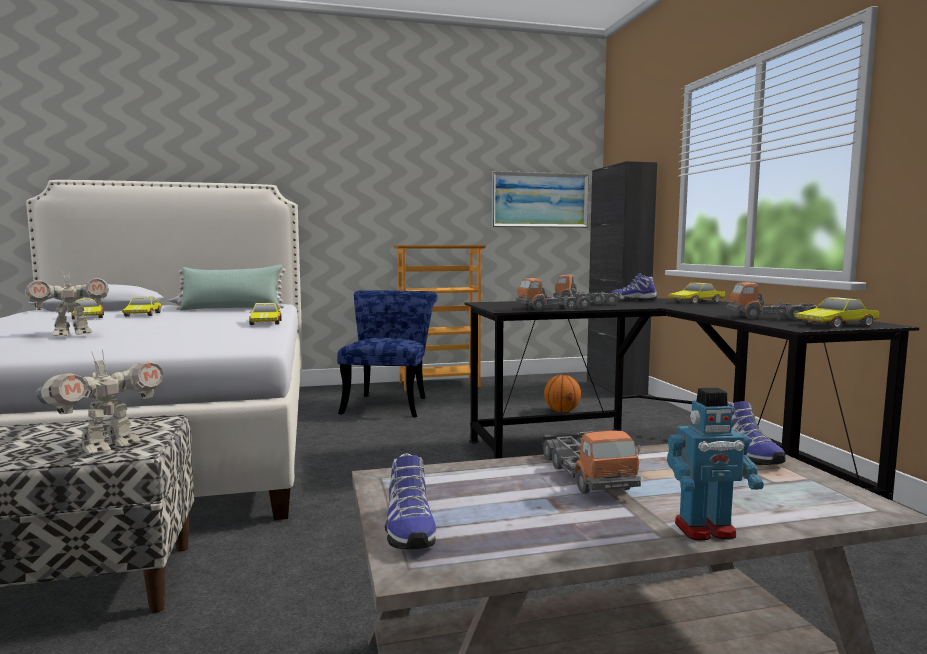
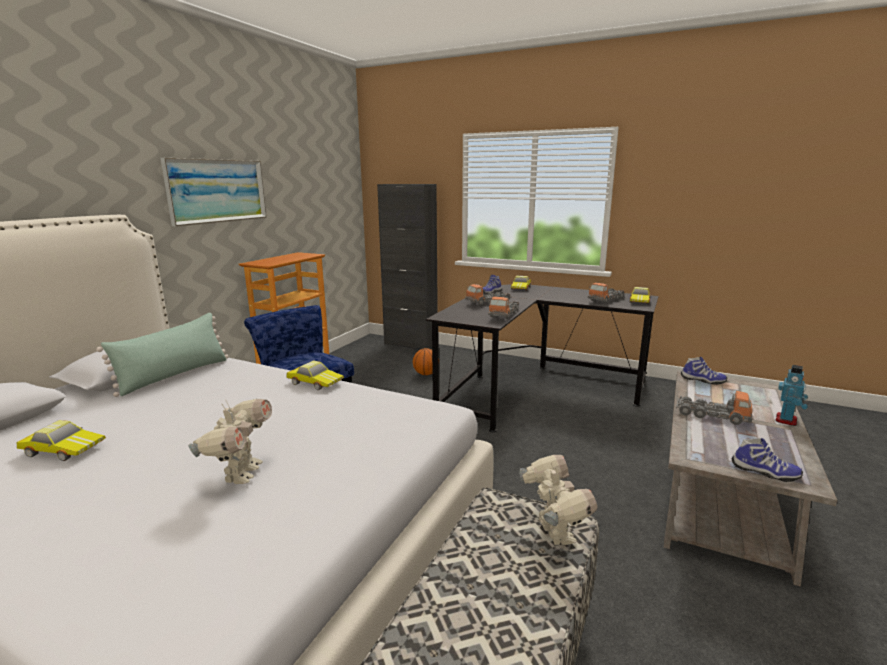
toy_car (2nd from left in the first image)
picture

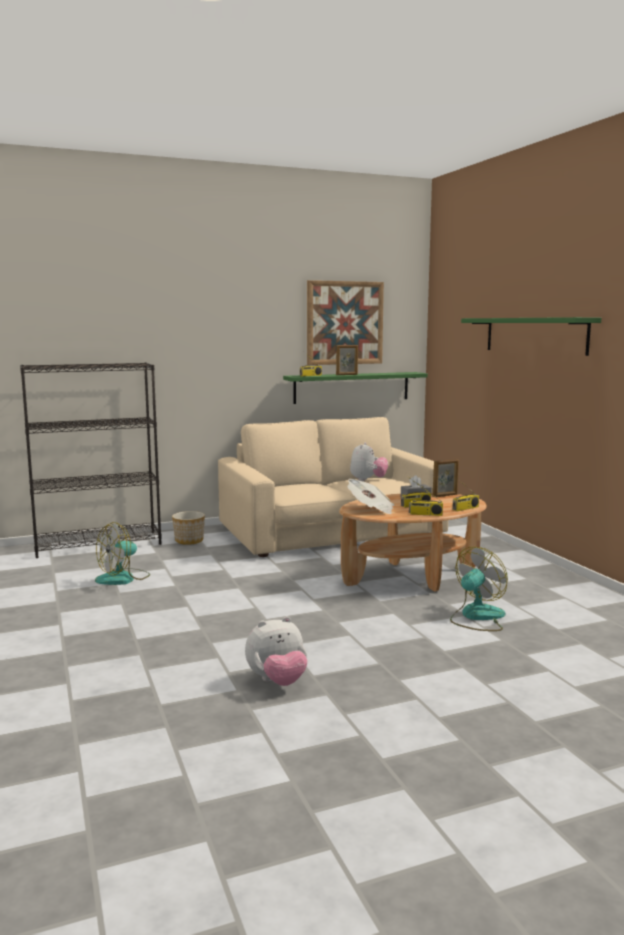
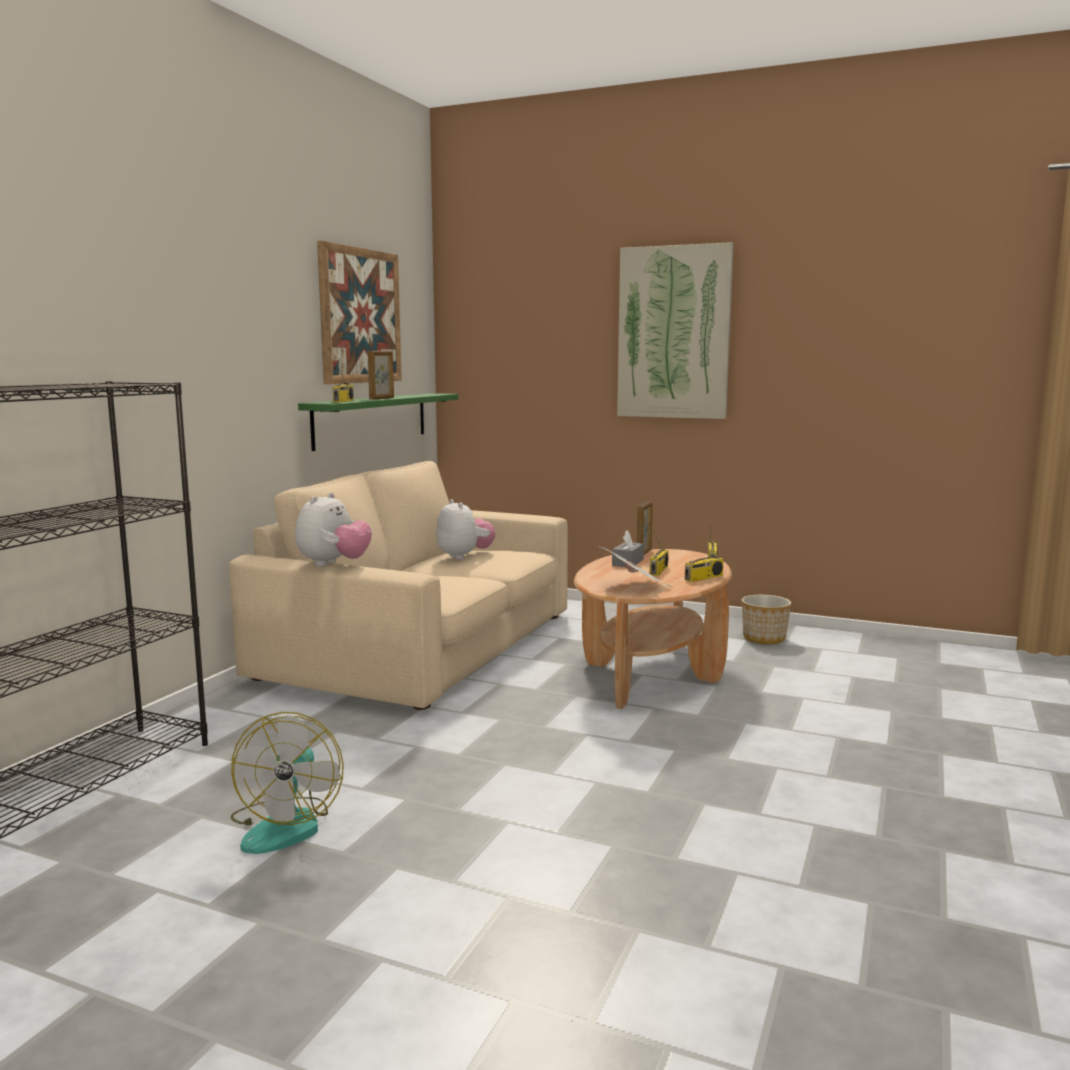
fan (2nd from left in the first image)
planter
plush_toy (1st from left)
picture (2nd from left)

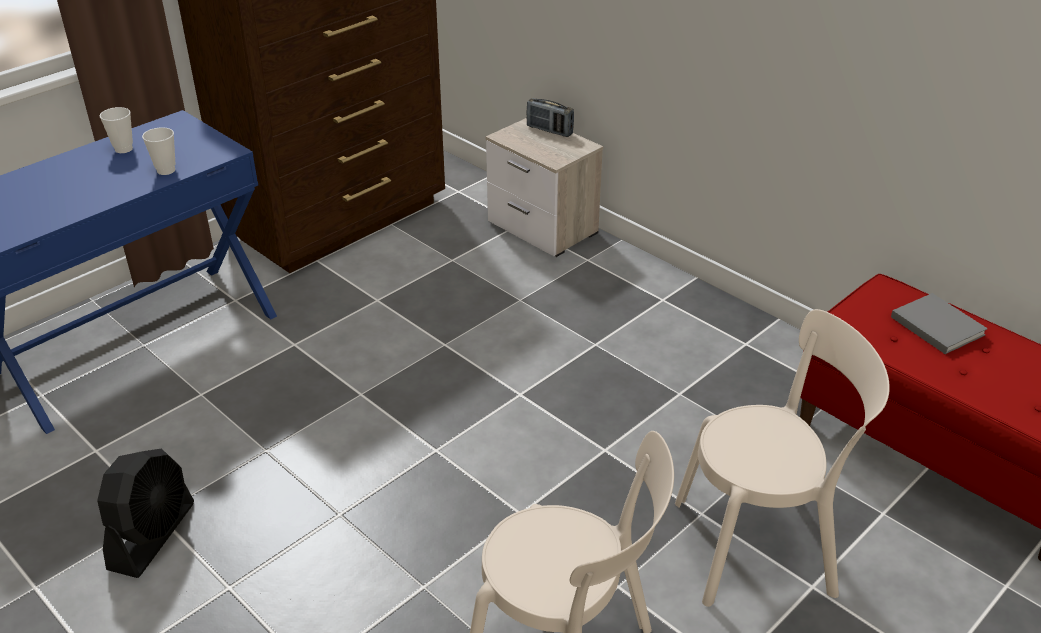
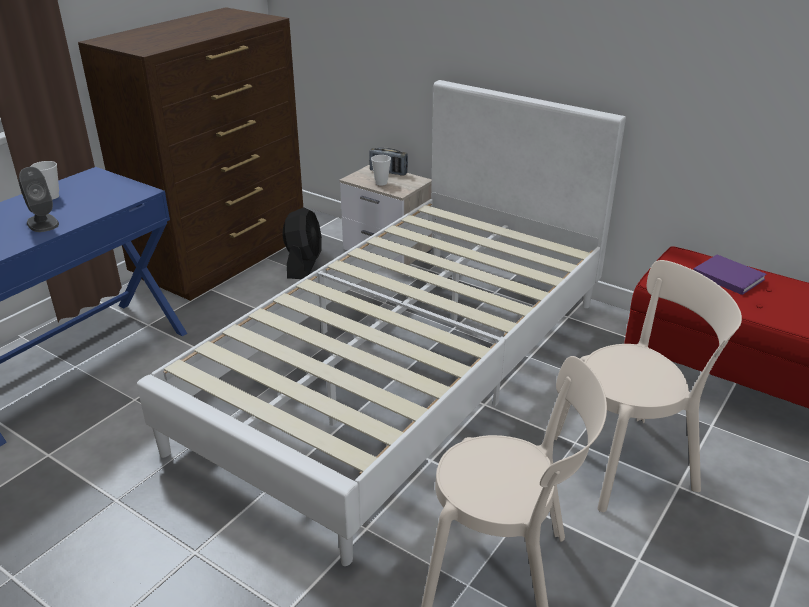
grey_speaker
white_bed
black_fan
cup (2nd from left)
purple_book

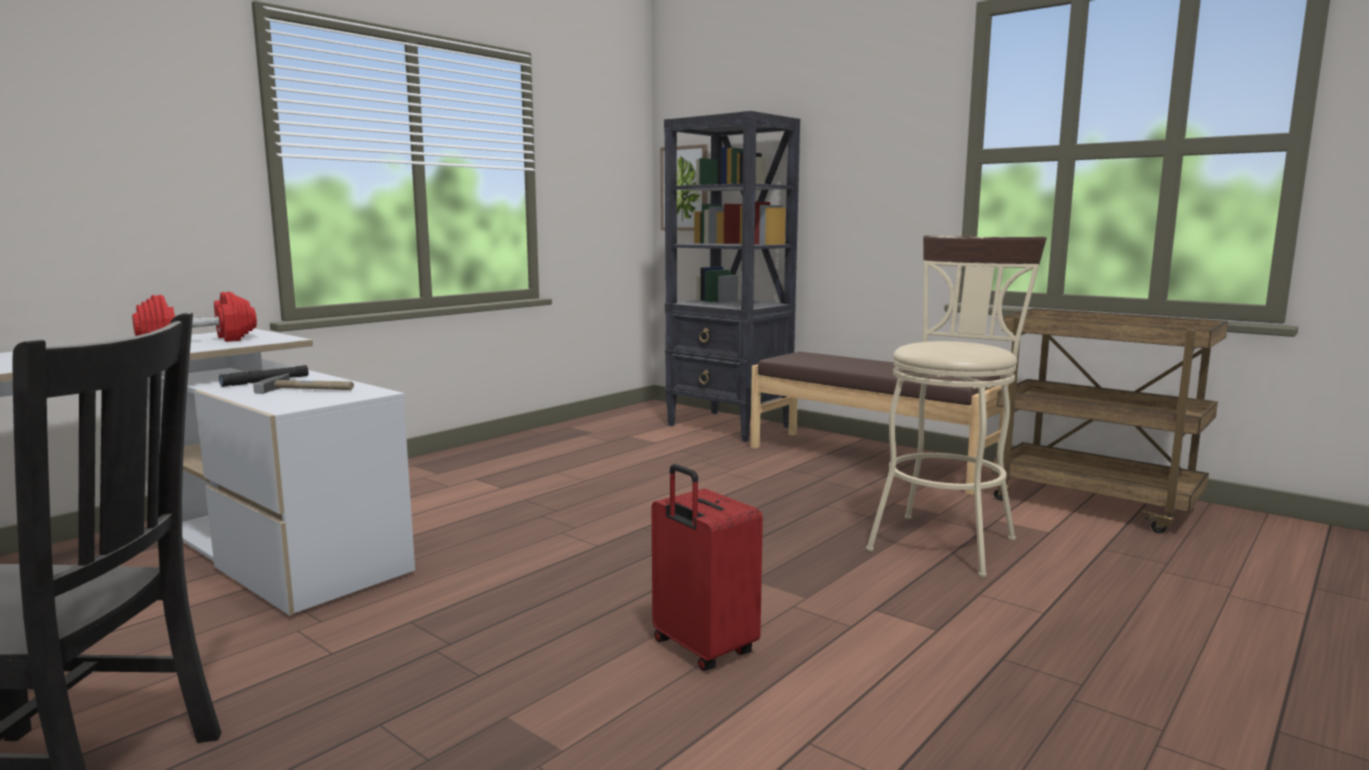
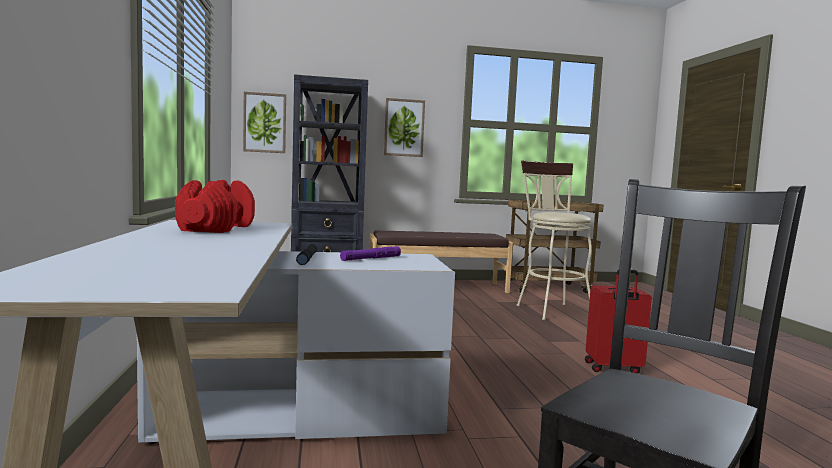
picture (2nd from left)
purple_flashlight

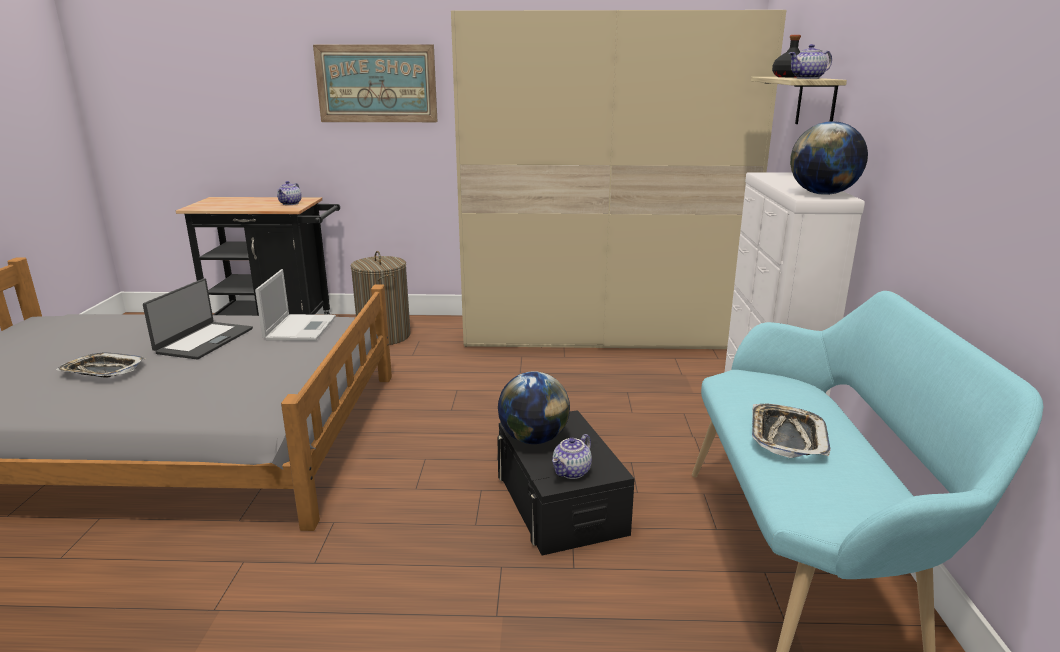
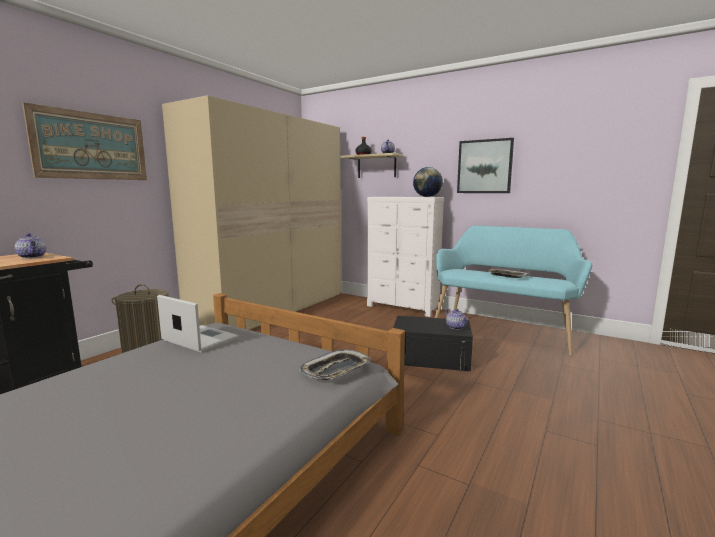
laptop (1st from left in the first image)
globe (1st from left in the first image)
picture (2nd from left)
tray (1st from left)

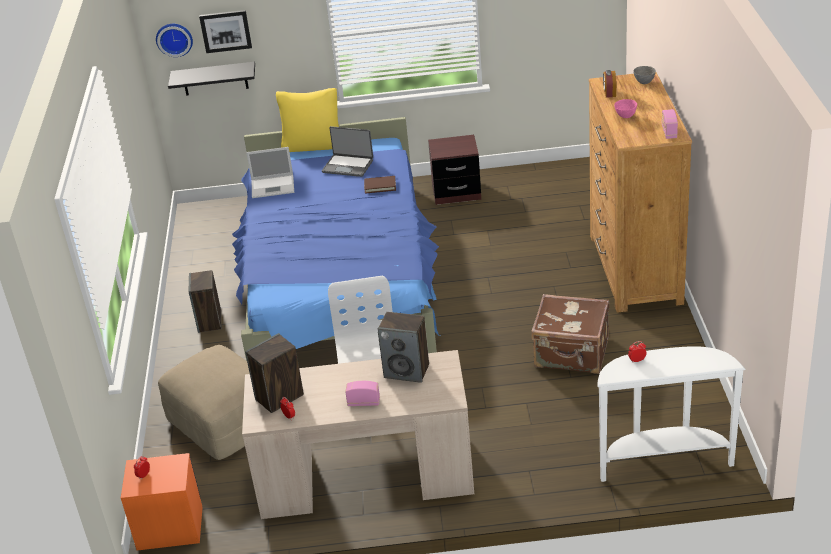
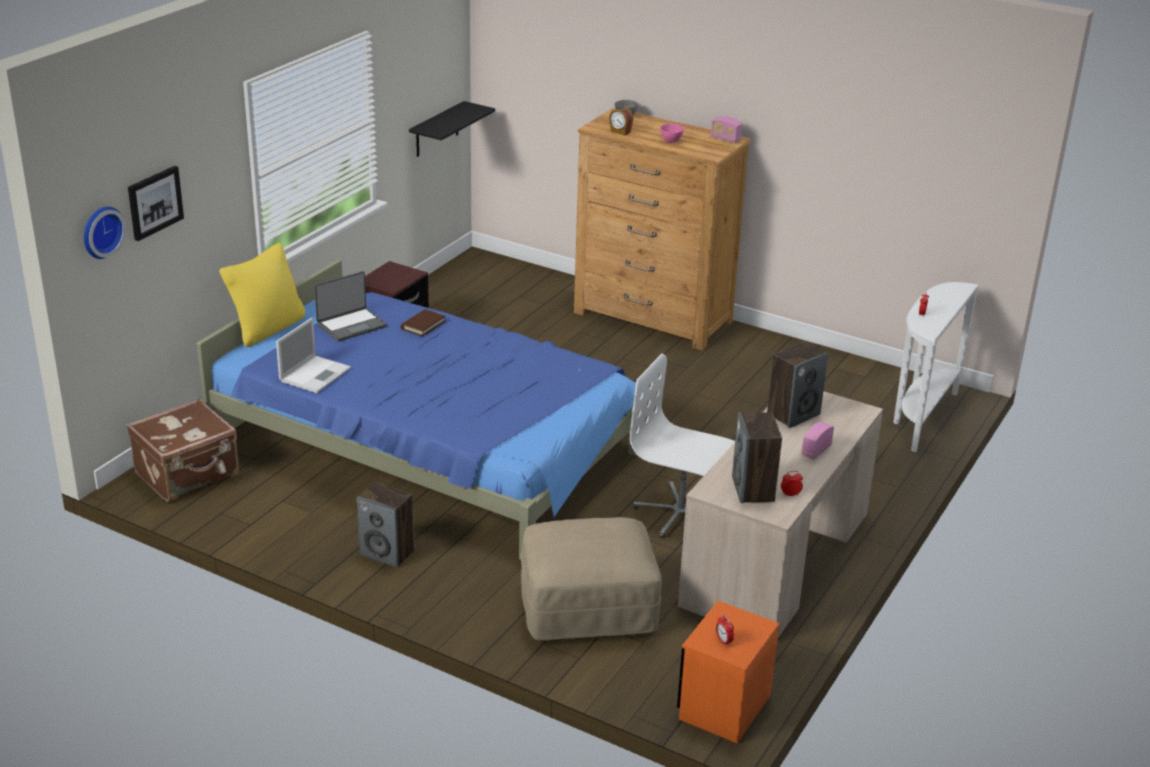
black_shelf
brown_suitcase

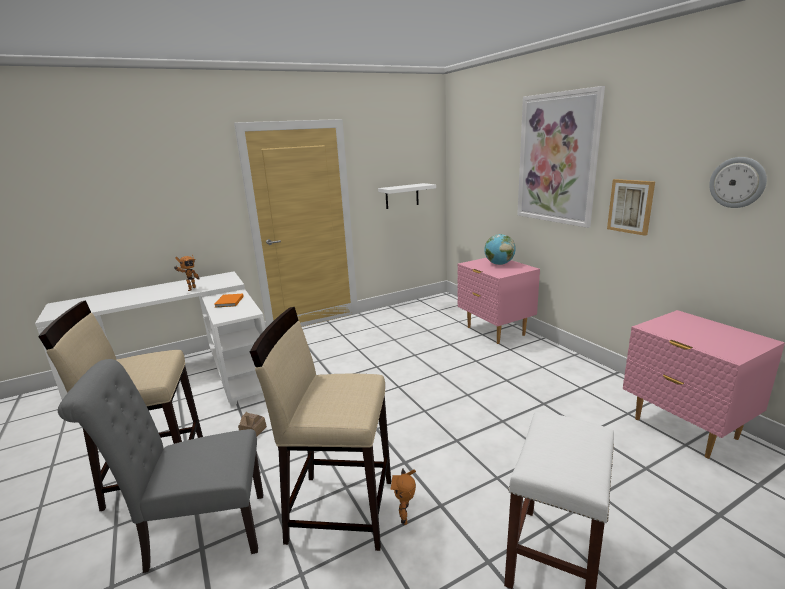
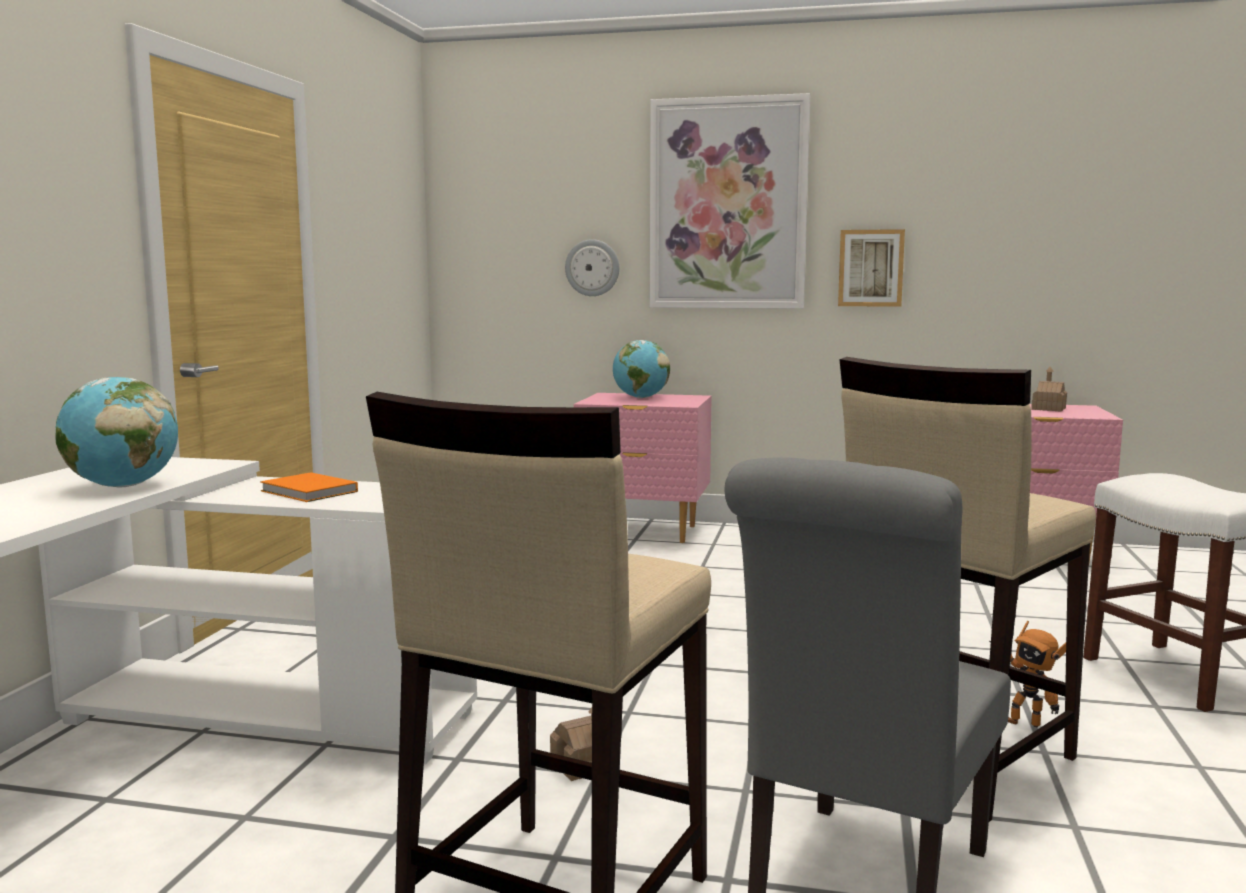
white_shelf
toy_house (2nd from left)
wall_clock
globe (1st from left)

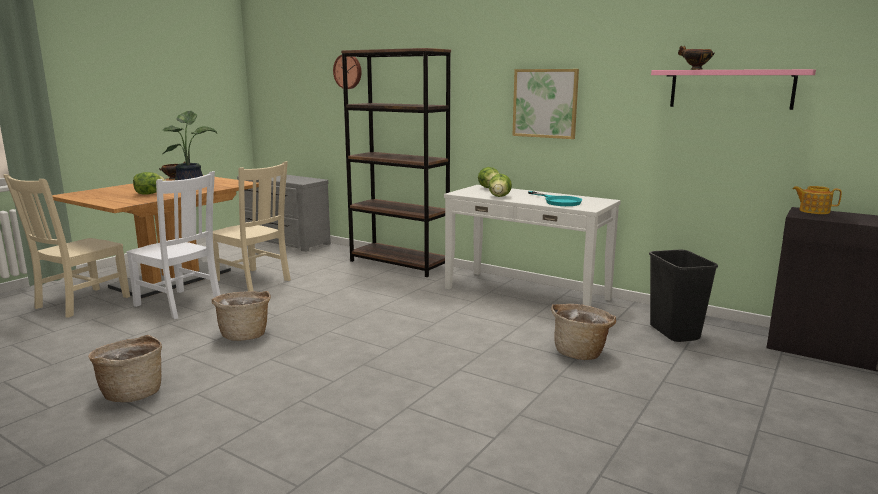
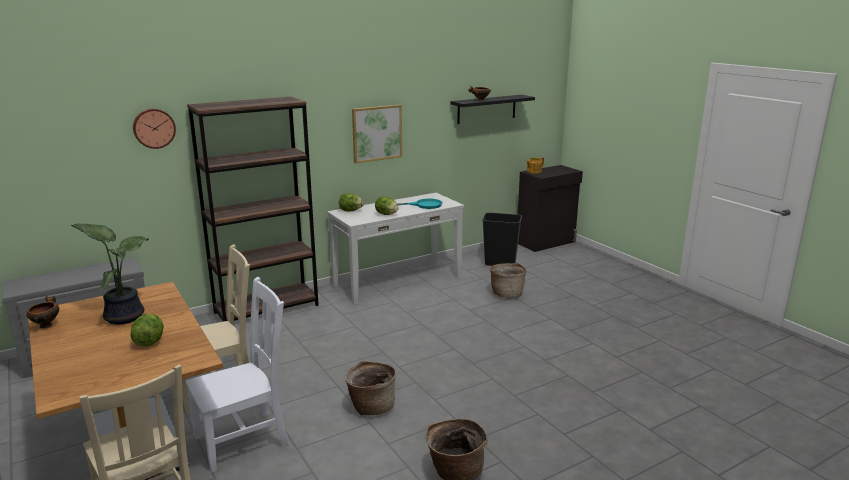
black_shelf

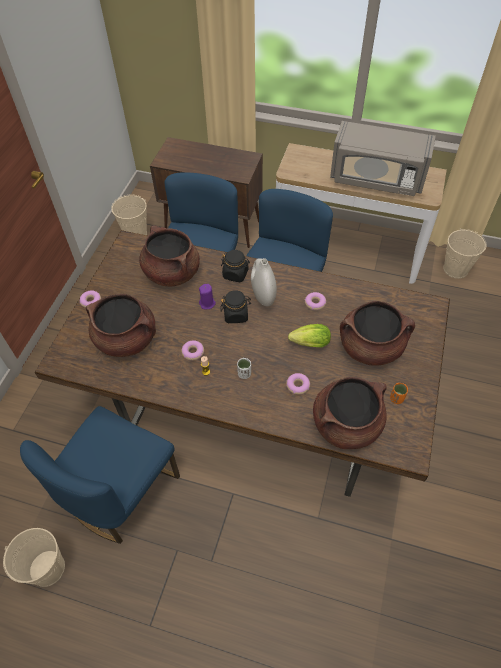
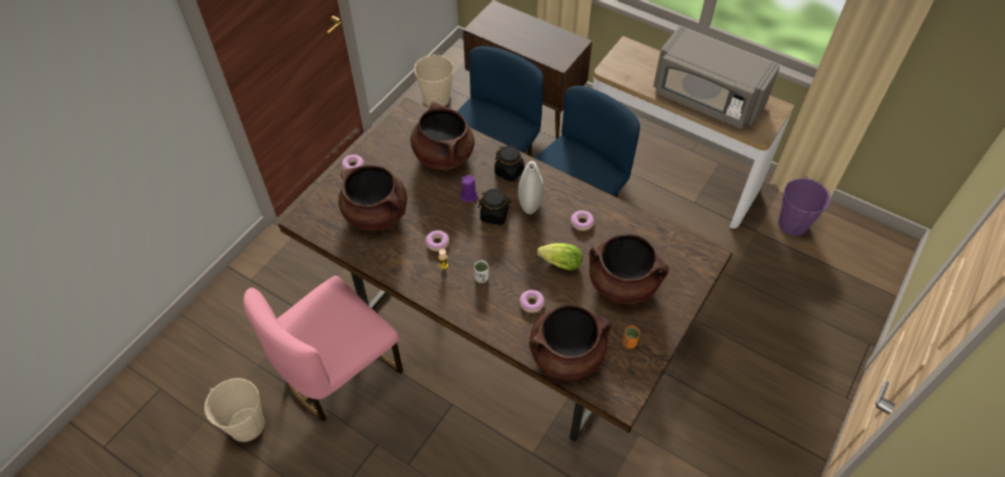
pink_chair
purple_bucket

